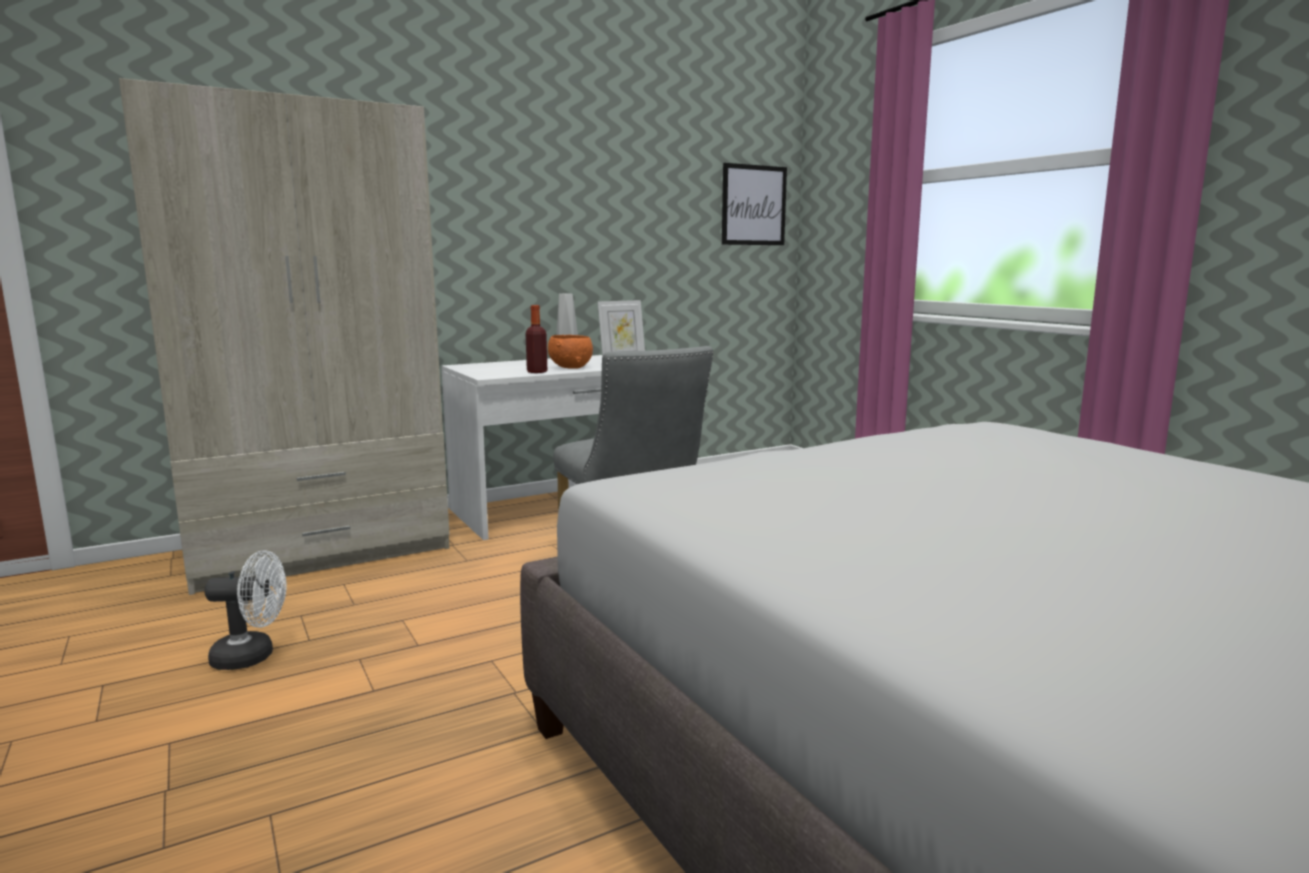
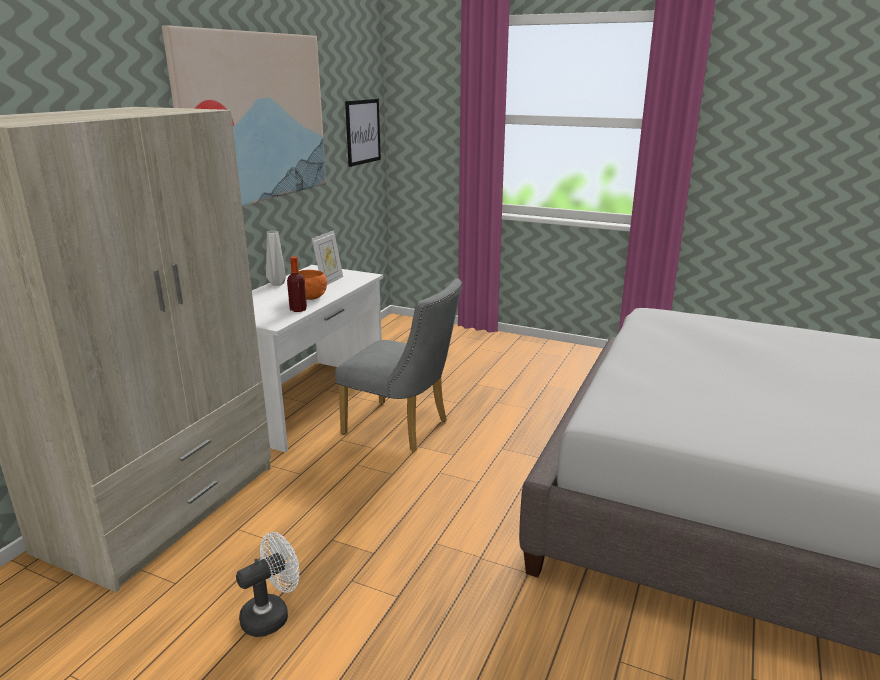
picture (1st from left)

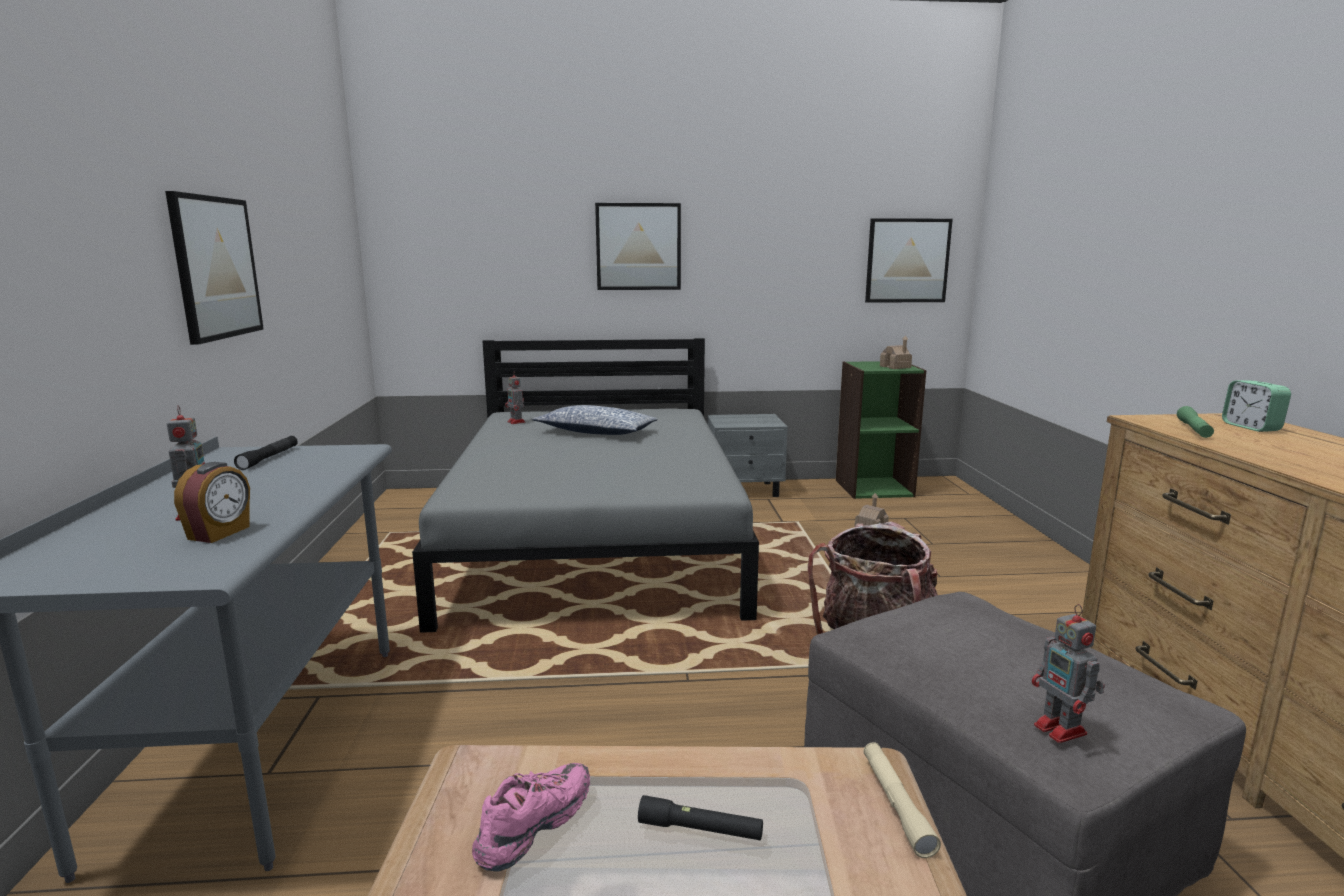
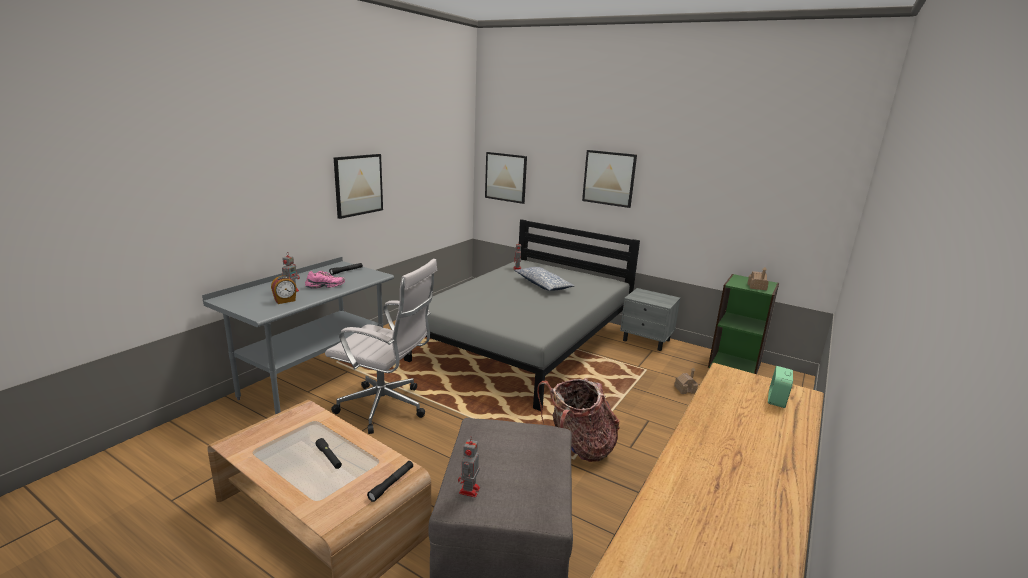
green_flashlight
white_office_chair
pink_shoe
picture (2nd from left)
black_flashlight (3rd from left)

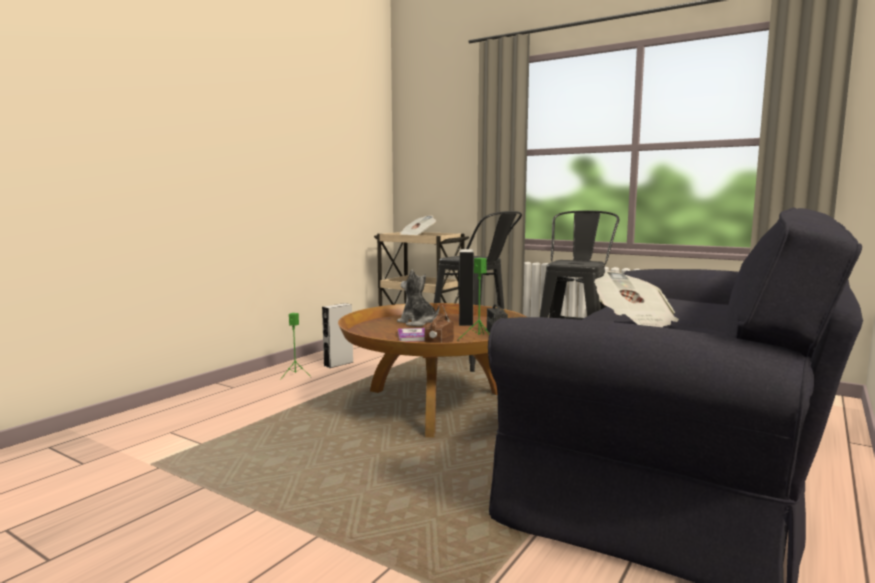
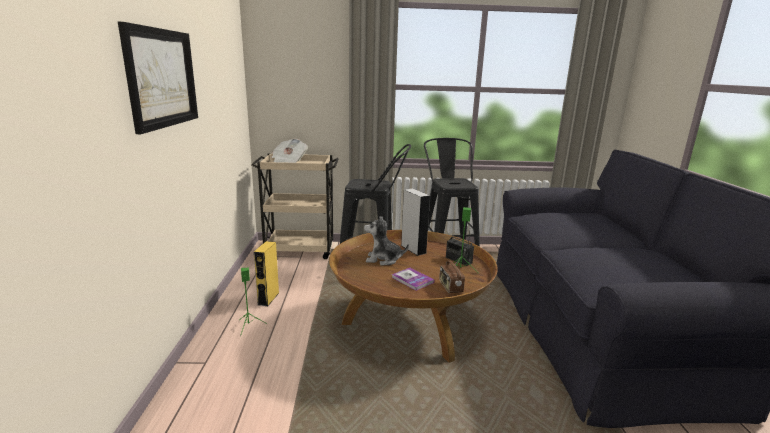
newspaper (2nd from left in the first image)
picture
yellow_speaker

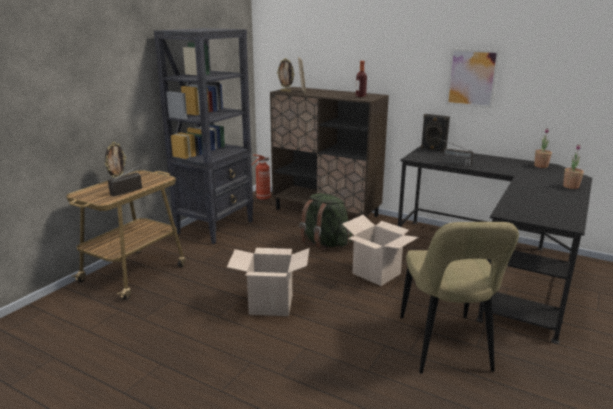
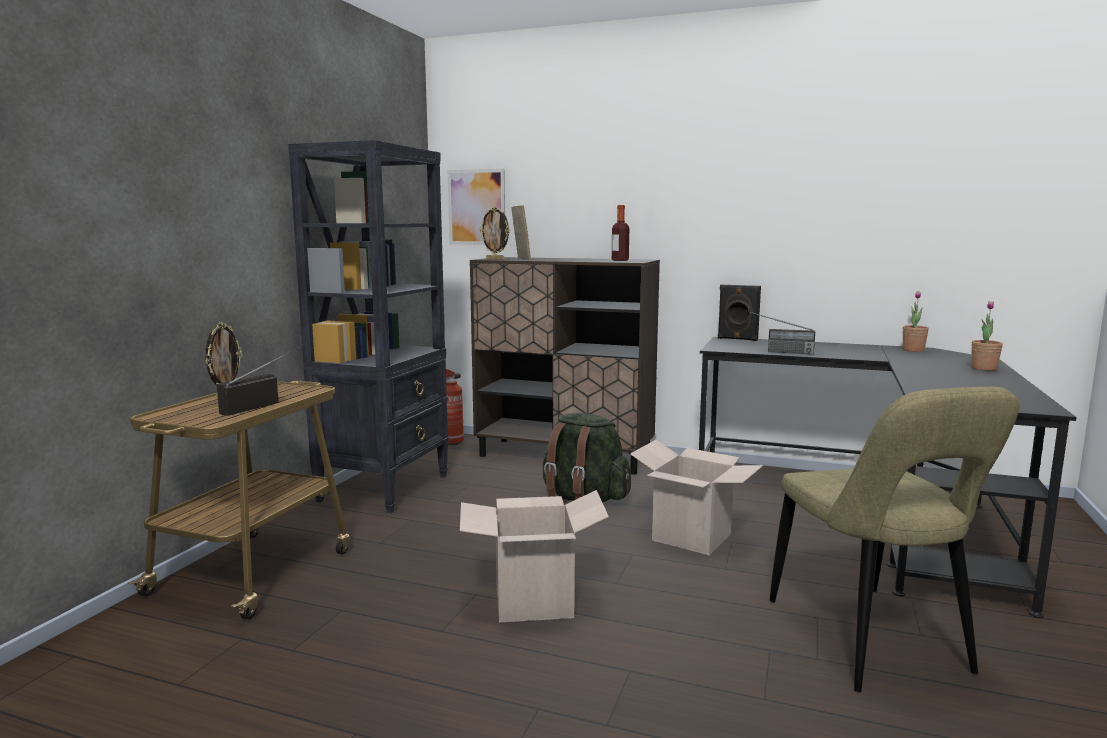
picture

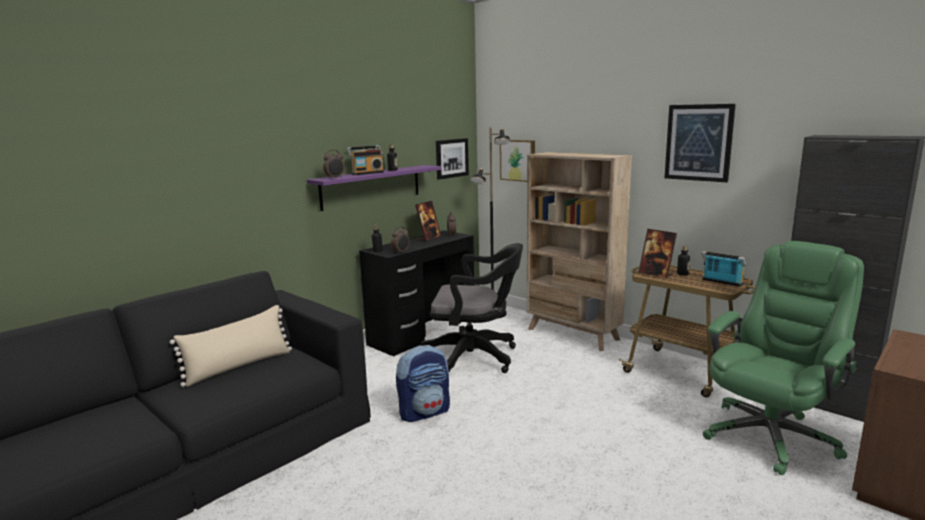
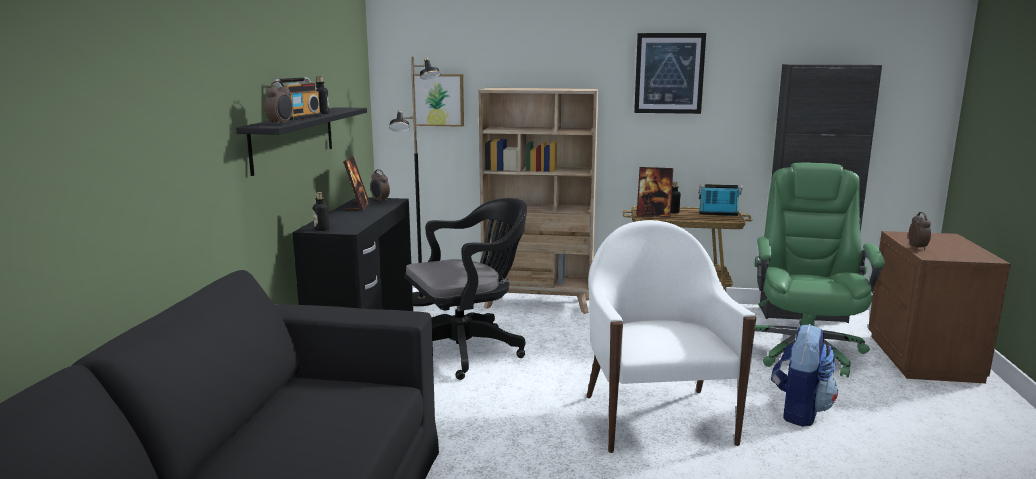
beige_pillow
picture (1st from left in the first image)
white_armchair
alarm_clock (3rd from left)
backpack
black_shelf

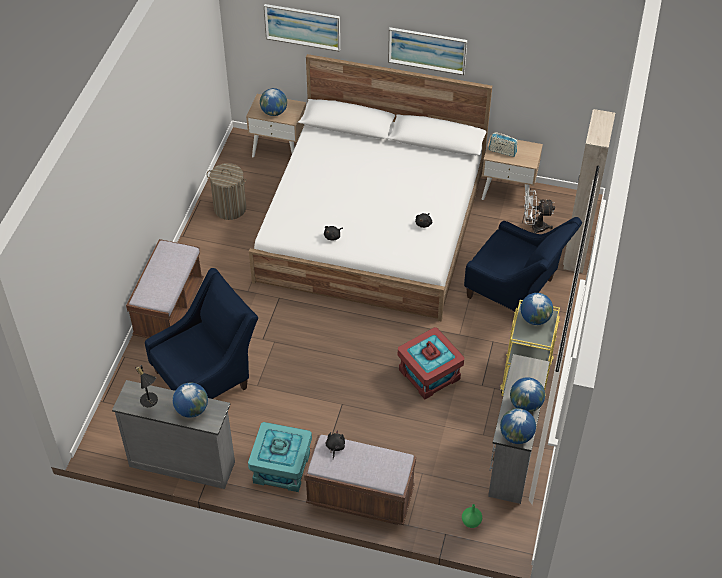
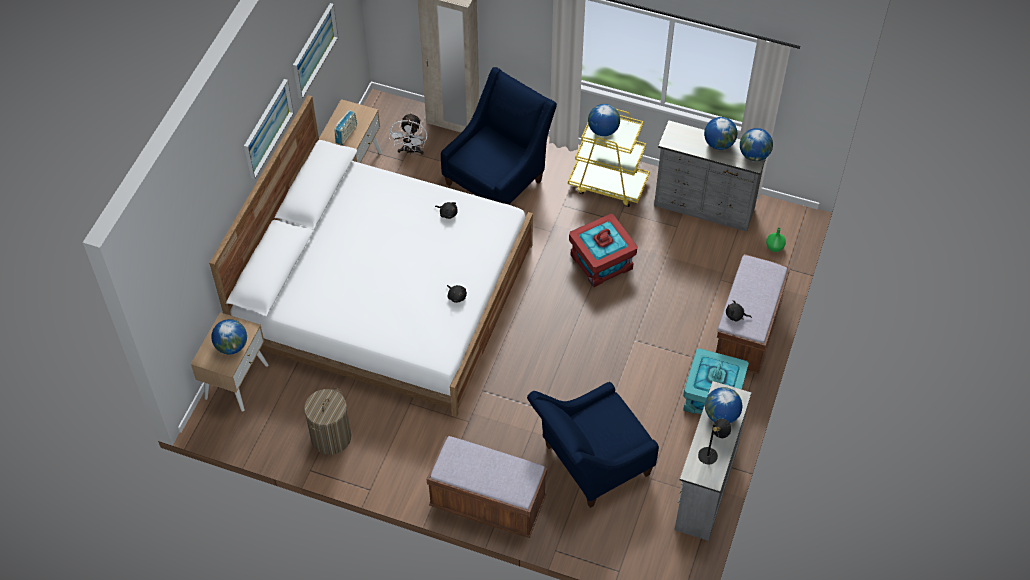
picture (2nd from left)
blue_armchair (2nd from left)

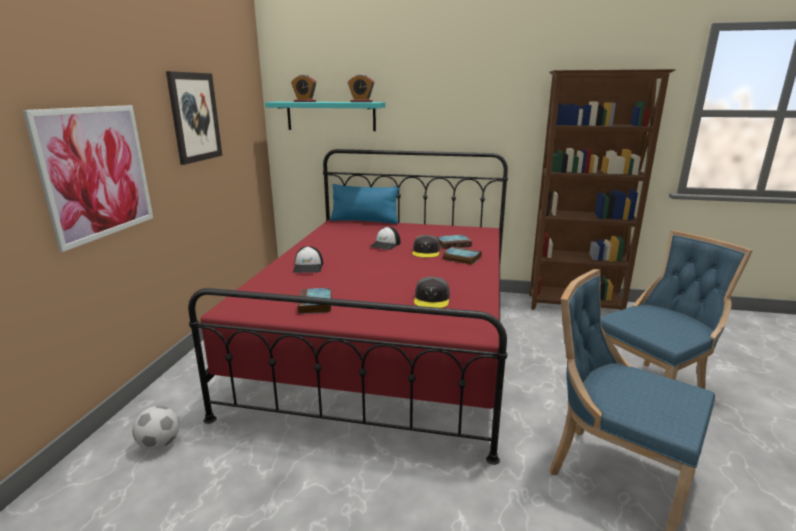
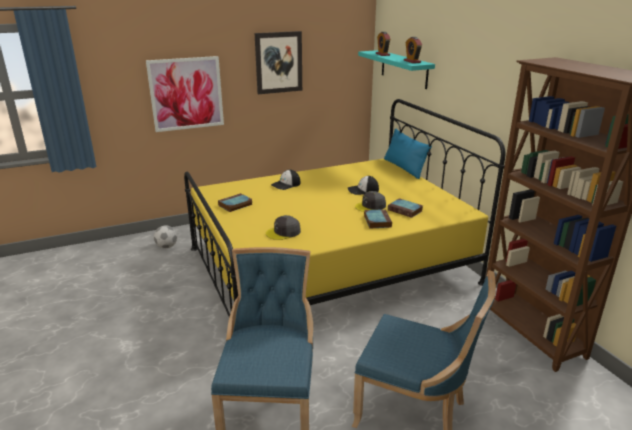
yellow_bed

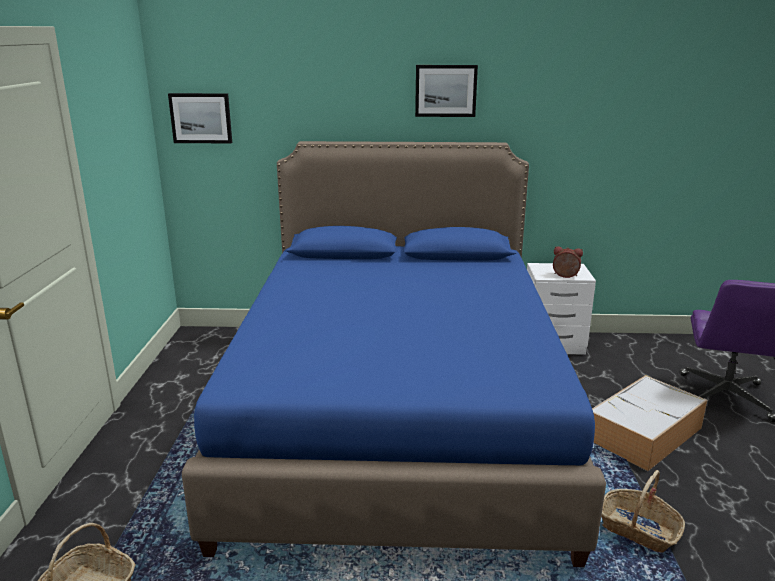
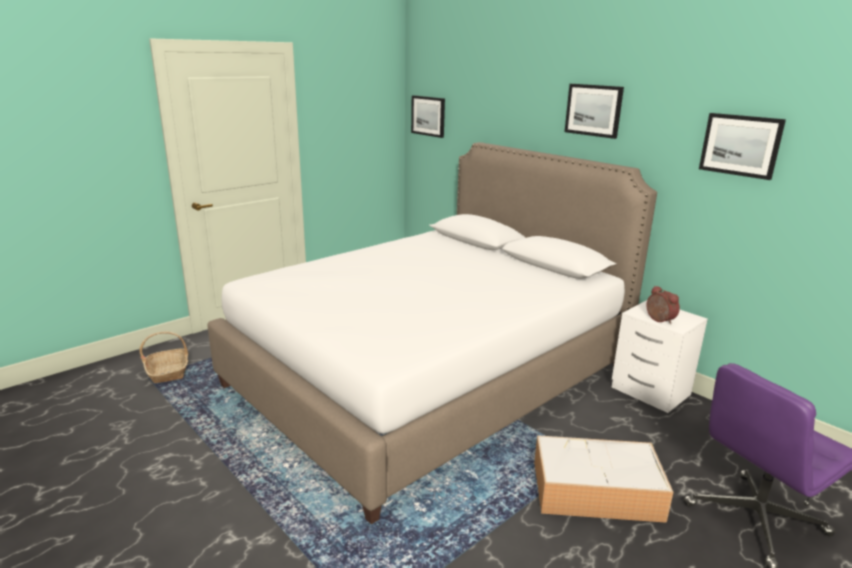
basket (2nd from left in the first image)
picture (3rd from left)
white_bed

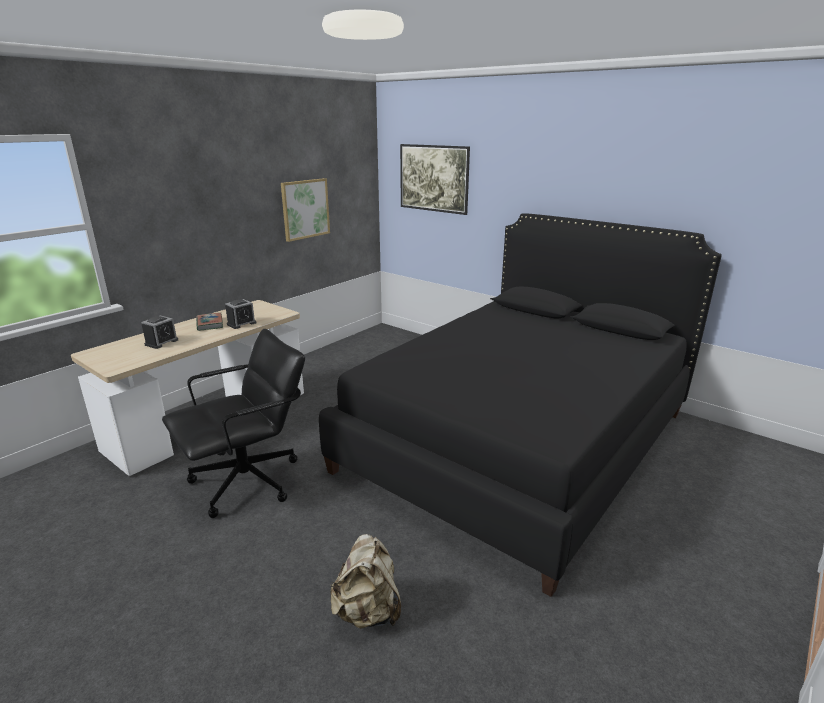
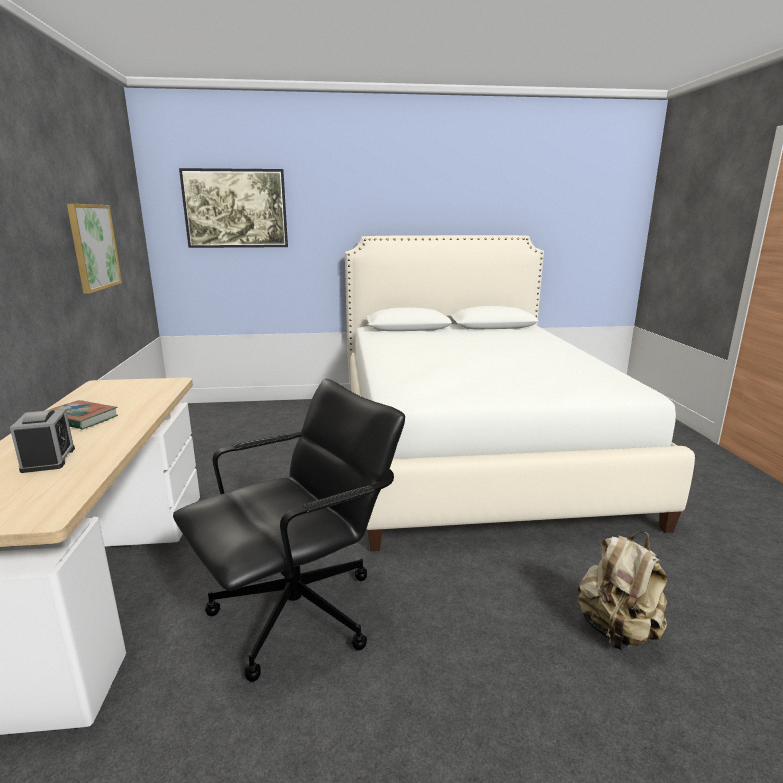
alarm_clock (2nd from left in the first image)
white_bed
black_office_chair

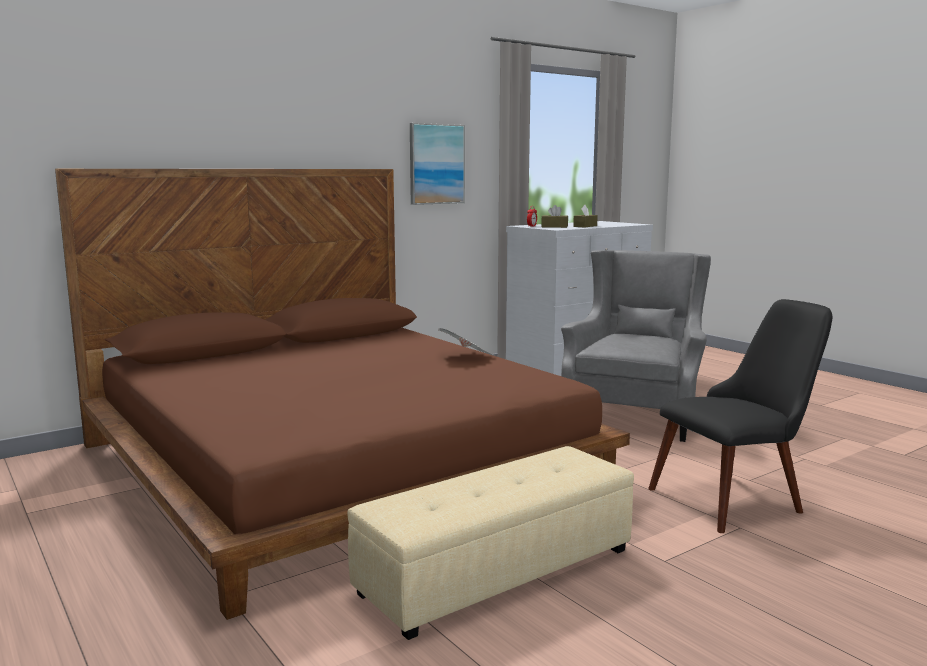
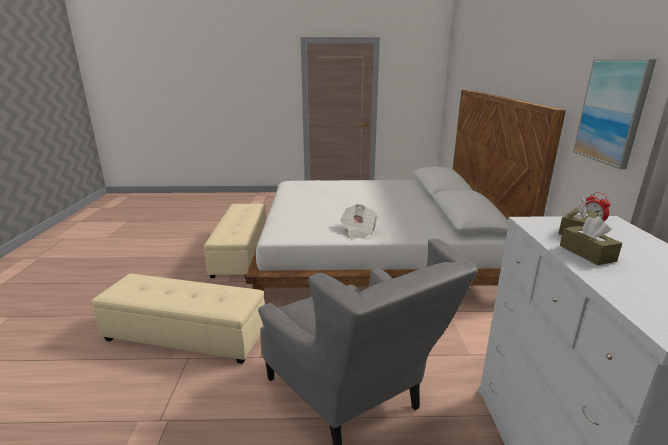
beige_ottoman (1st from left)
white_bed

